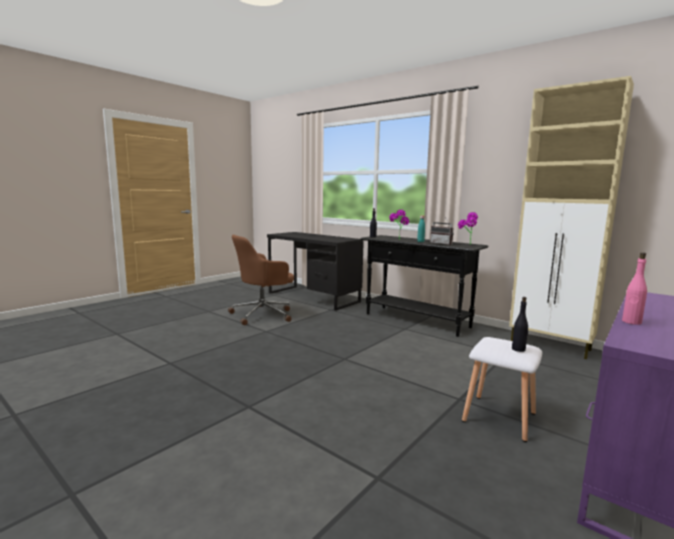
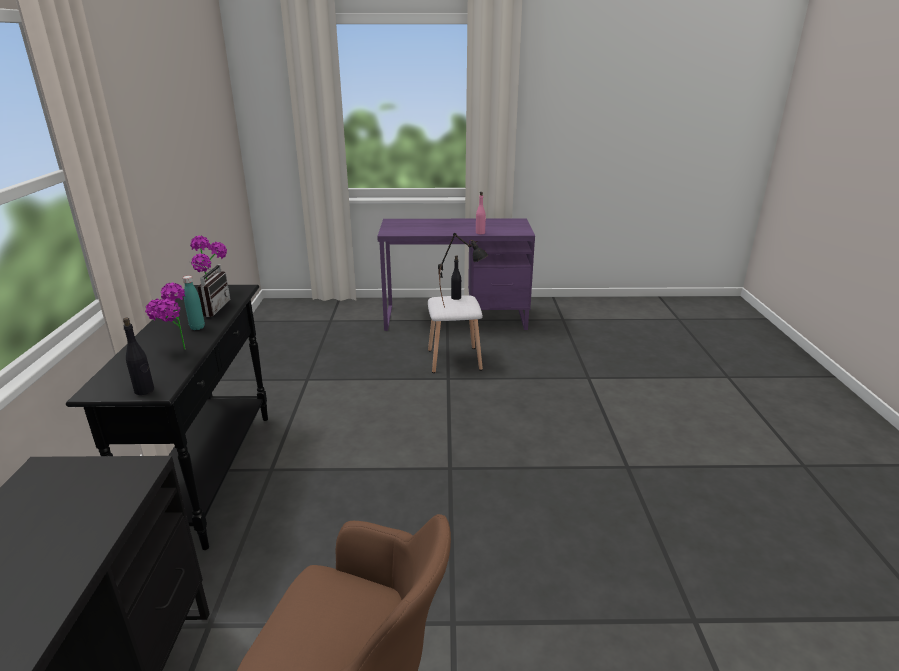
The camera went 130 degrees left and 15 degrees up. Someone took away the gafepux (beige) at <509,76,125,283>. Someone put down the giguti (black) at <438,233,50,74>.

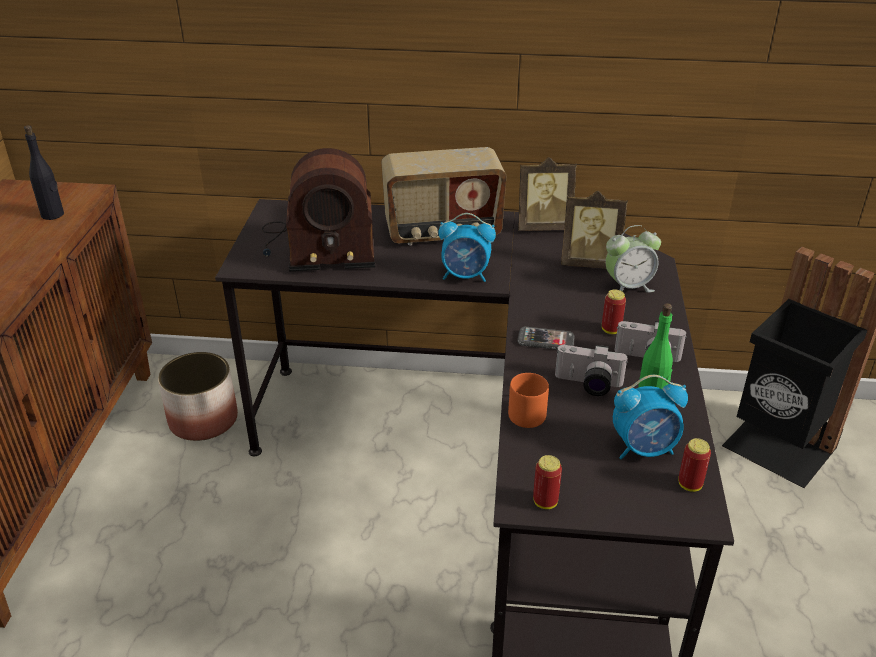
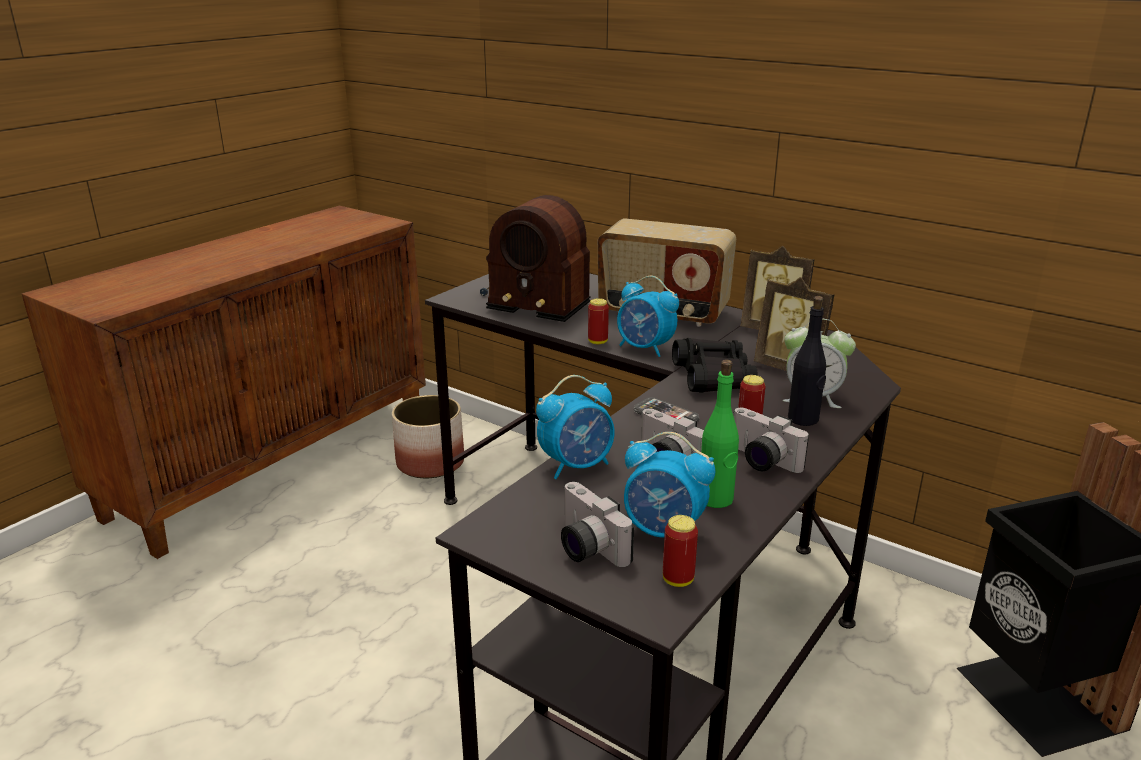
The camera went 30 degrees right and 10 degrees down. Someone put down the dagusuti at <561,482,73,85>. Someone put down the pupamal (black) at <672,338,85,55>. Someone carried the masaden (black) from <24,125,40,95> to <788,296,38,130>. Someone carried the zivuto from <533,455,29,54> to <588,298,21,47>. Someone swapped the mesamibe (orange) at <508,373,41,55> for the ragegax at <536,375,79,104>.

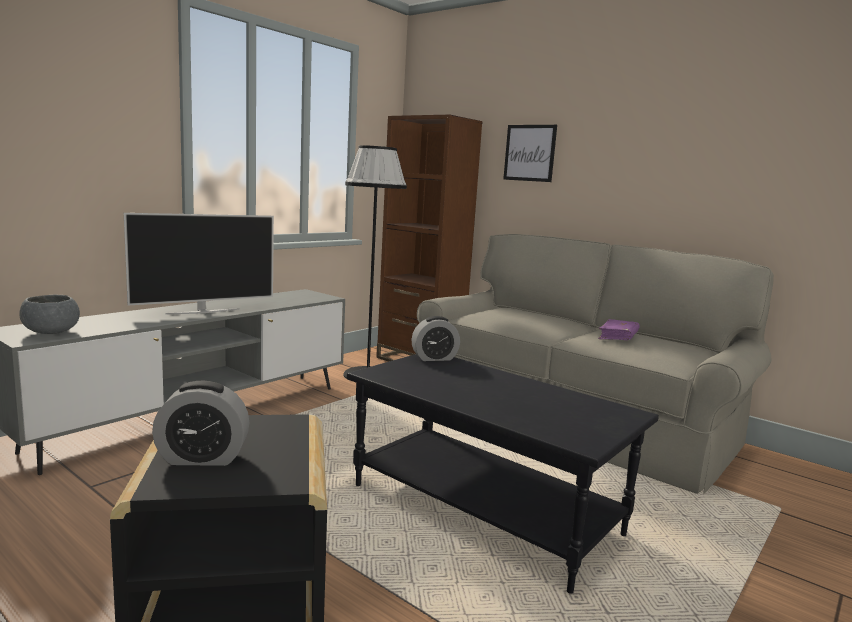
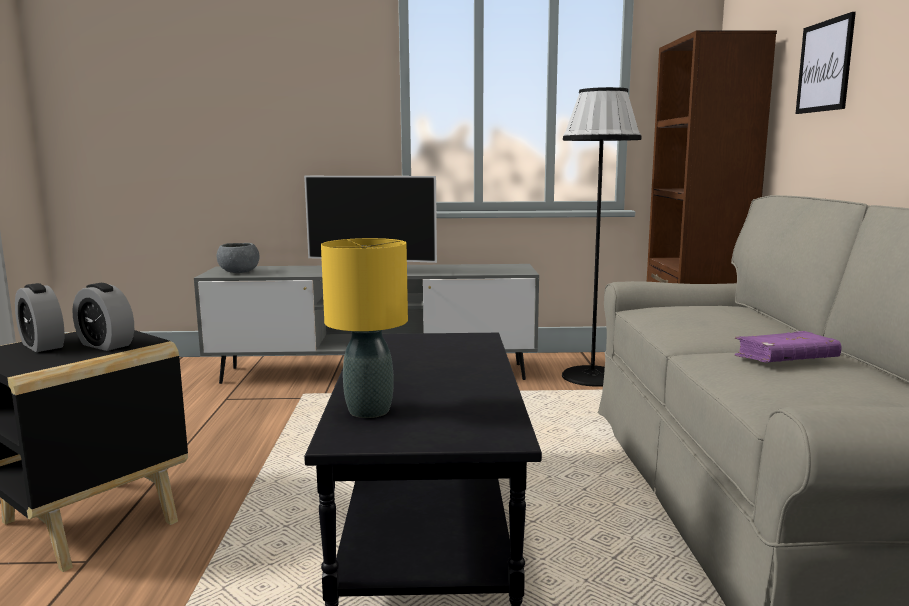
The camera went 50 degrees right and 0 degrees up. Someone put down the giguti (yellow) at <321,238,87,180>. Someone carried the ragegax from <411,316,49,45> to <72,283,62,68>.

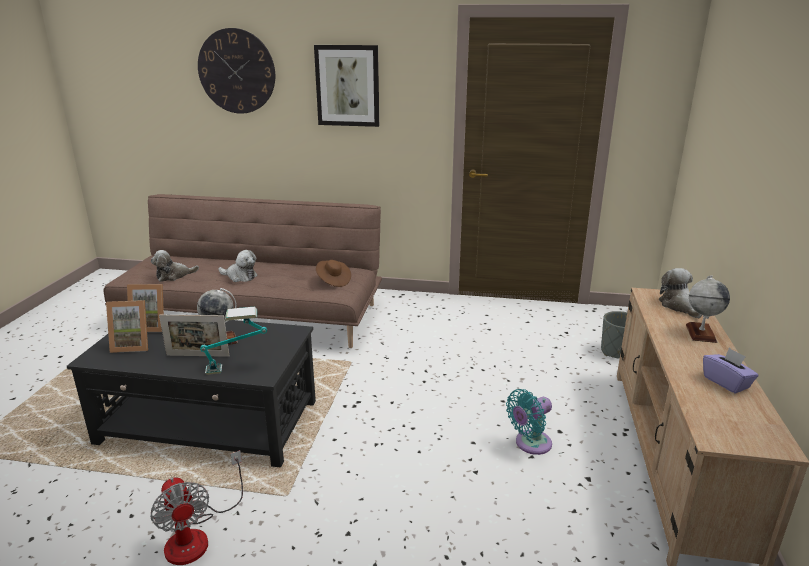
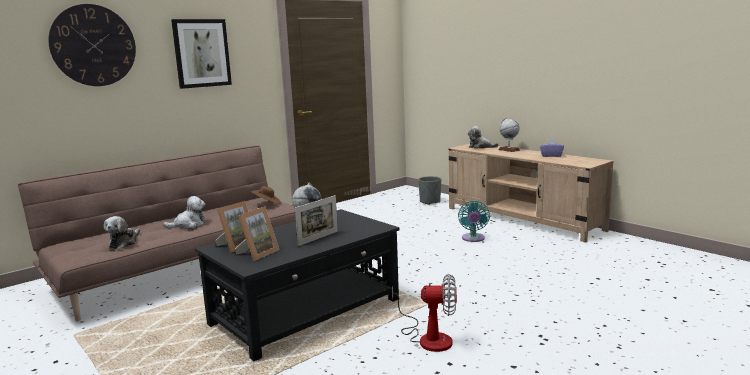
The camera went 50 degrees left and 10 degrees down. Someone took away the giguti at <200,307,67,68>.

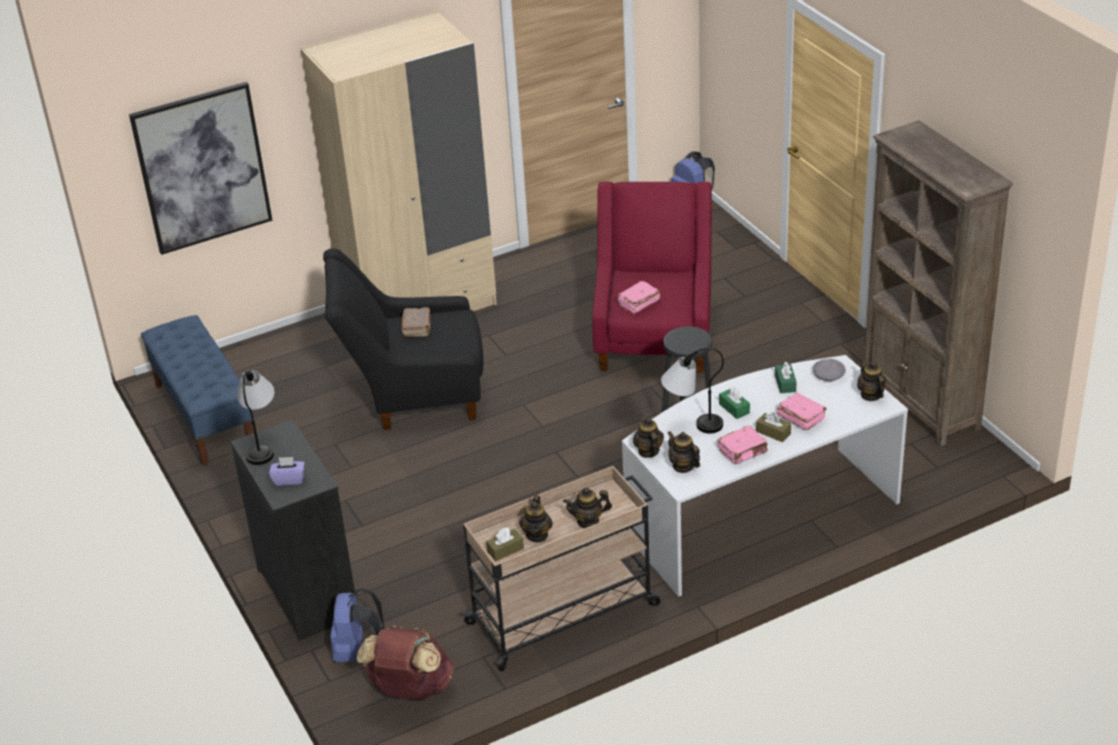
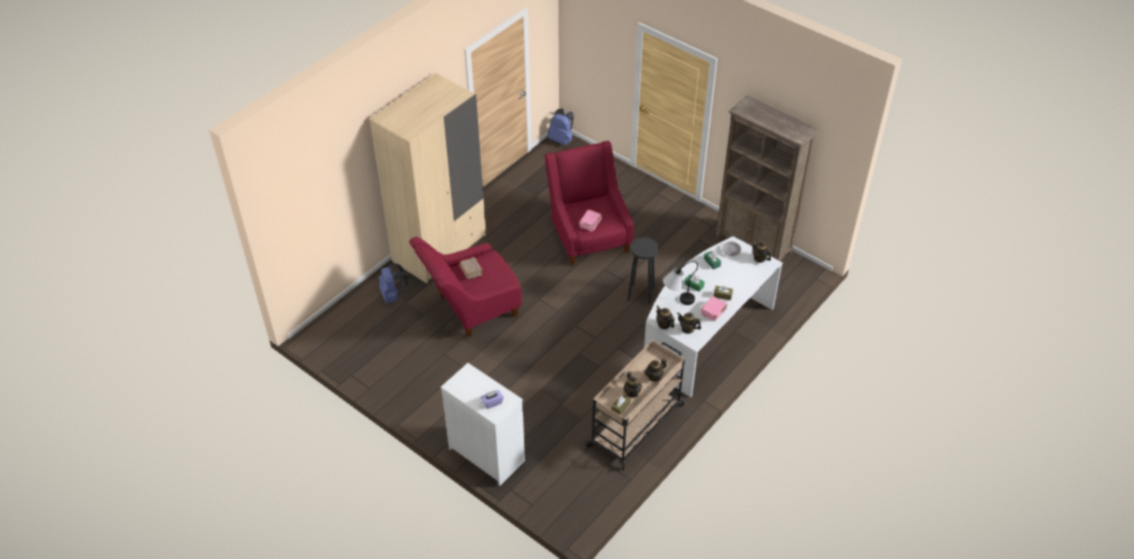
The camera went 25 degrees left and 10 degrees up. Someone took away the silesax at <129,82,143,173>. Someone took away the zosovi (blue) at <141,315,113,151>. Someone took away the giguti at <237,369,37,96>. Someone took away the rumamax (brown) at <357,626,97,74>. Someone took away the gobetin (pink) at <777,393,50,37>. Someone carried the rumamax (blue) from <330,588,54,74> to <379,263,29,40>. Someone repainted the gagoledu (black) at <230,420,126,221>, which became the gagoledu (white) at <441,363,84,123>. Someone repainted the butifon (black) at <323,248,161,182>, which became the butifon (red) at <409,237,113,100>.

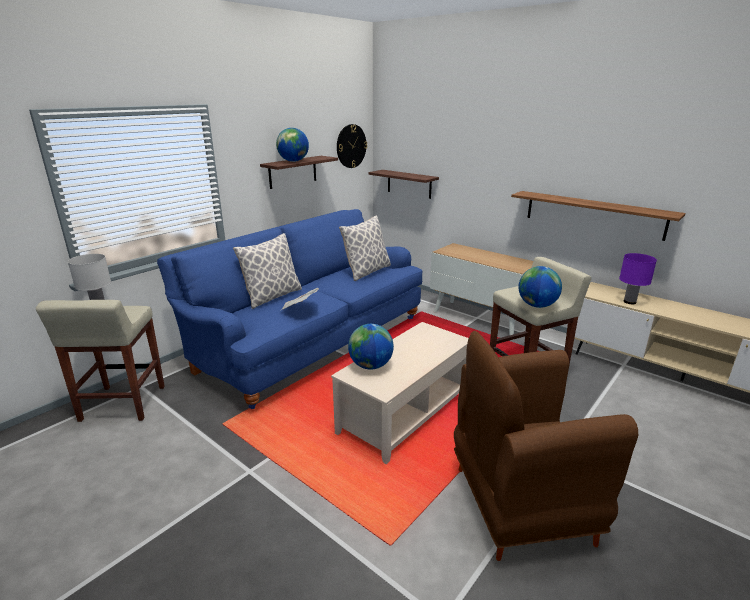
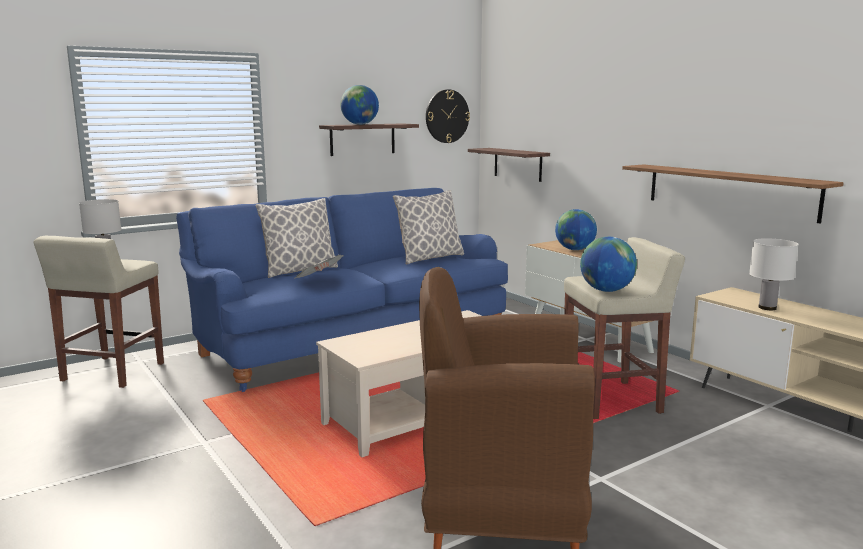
The camera went 15 degrees right and 10 degrees down. Someone carried the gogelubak from <348,324,46,46> to <555,209,42,41>. Someone repainted the giguti (purple) at <619,253,38,51>, which became the giguti (white) at <749,238,50,72>.

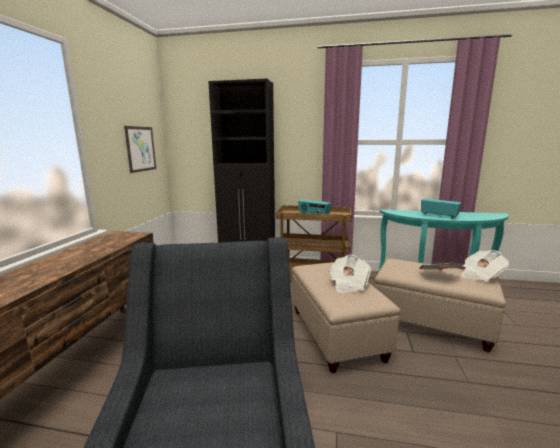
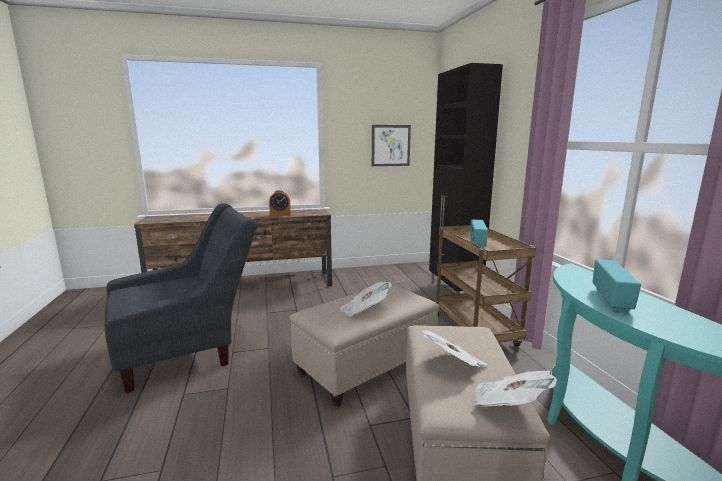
The camera went 65 degrees right and 0 degrees up. Someone put down the ragegax at <269,190,22,26>.

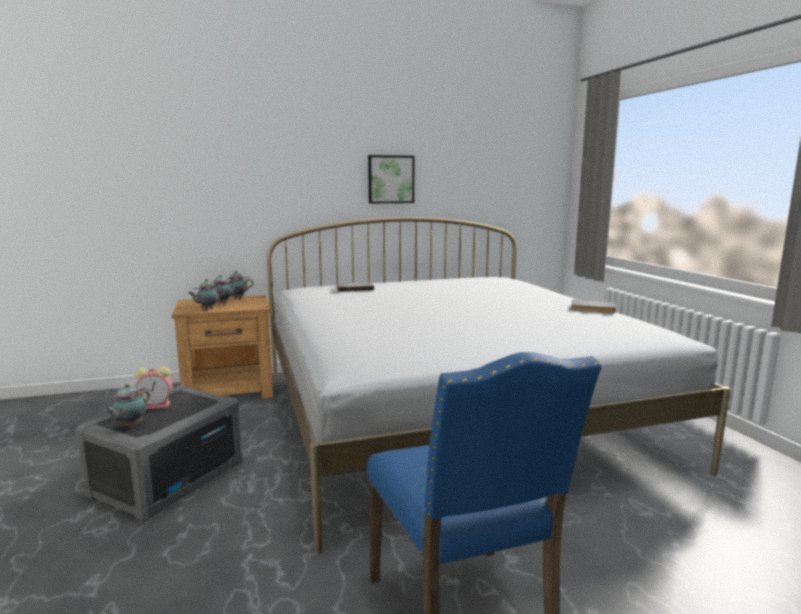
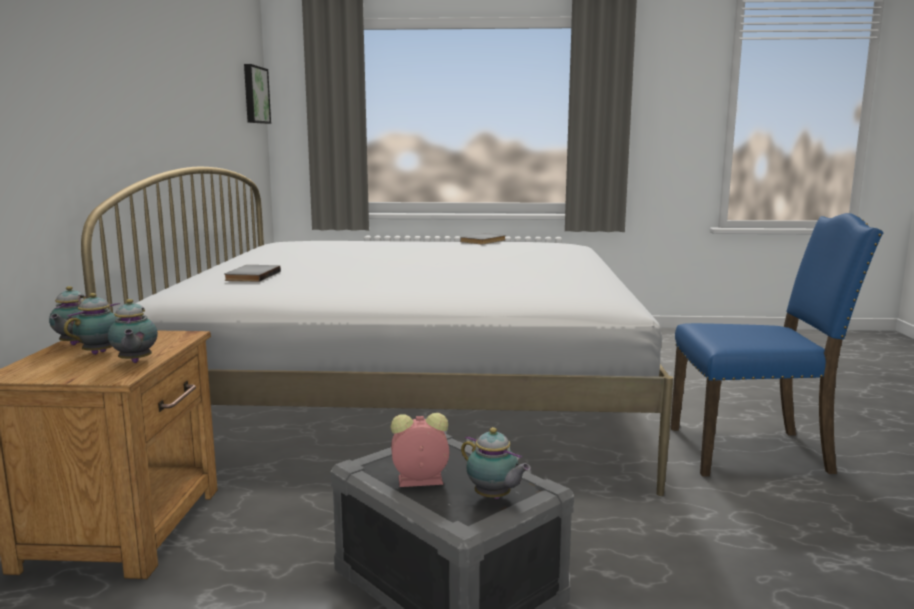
The camera went 70 degrees left and 0 degrees up. Someone carried the silesax from <368,155,47,48> to <244,64,27,60>. Someone rotated the ragegax at <134,366,39,43> by 105 degrees counterclockwise.

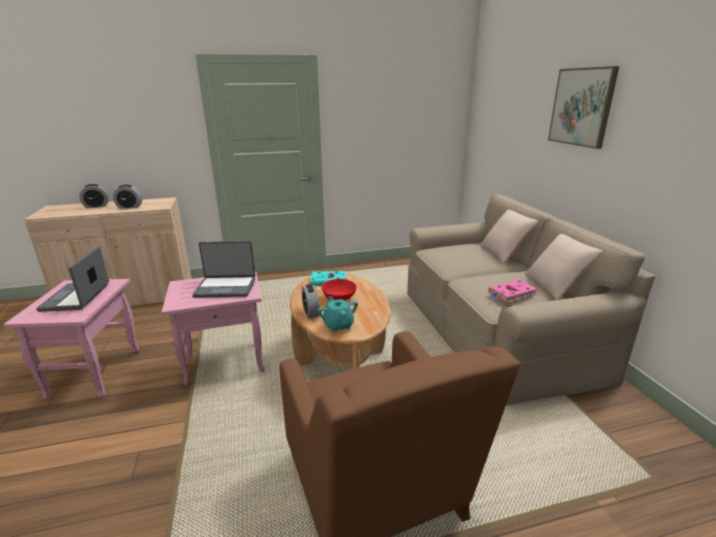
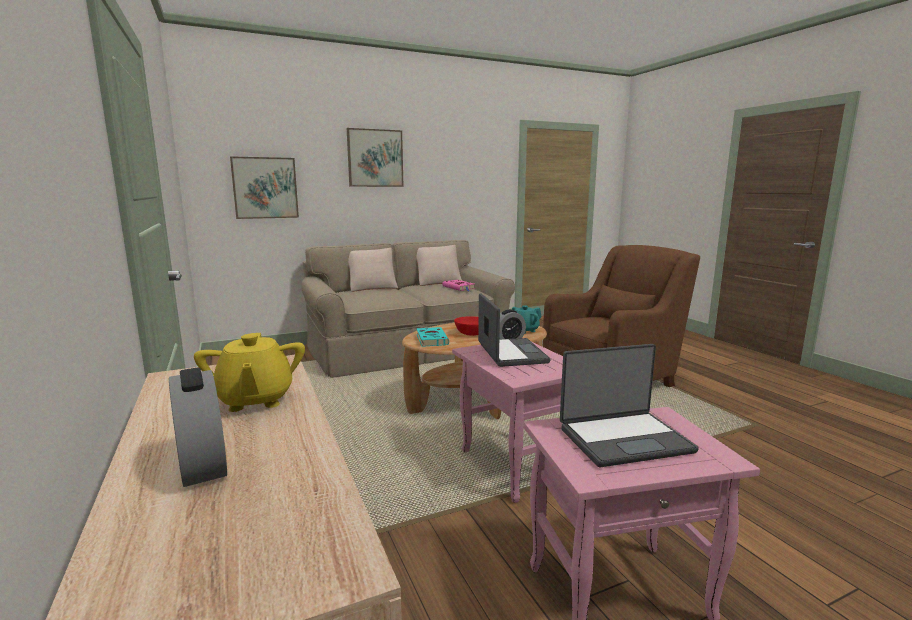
The camera went 100 degrees left and 10 degrees down. Someone put up the silesax at <230,156,69,63>. Someone swapped the ragegax at <113,185,29,24> for the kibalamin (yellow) at <194,333,111,79>.

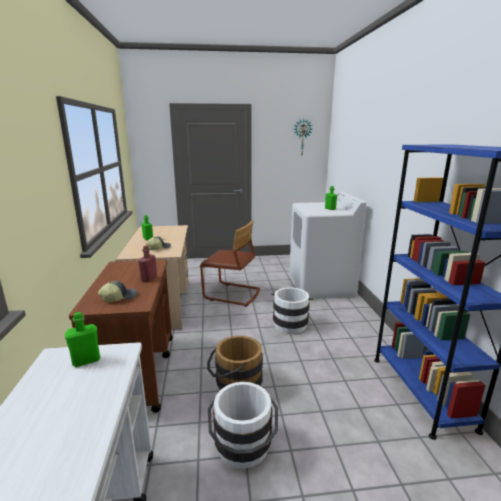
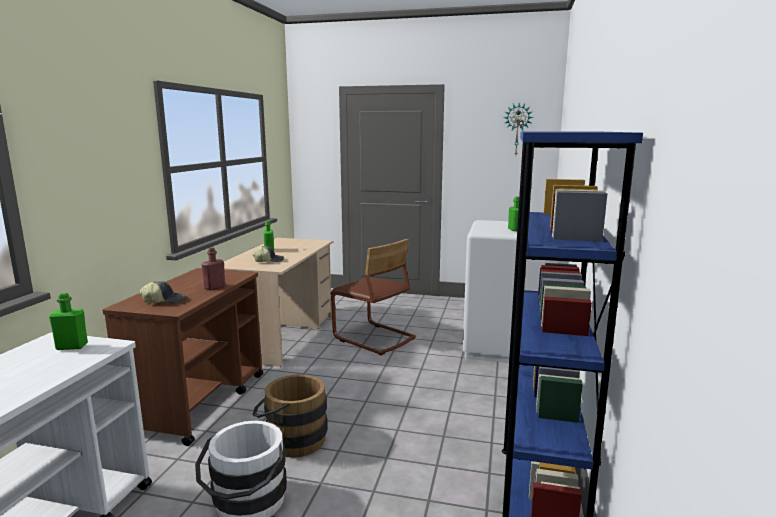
The camera went 20 degrees right and 5 degrees down. Someone took away the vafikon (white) at <271,287,42,47>.

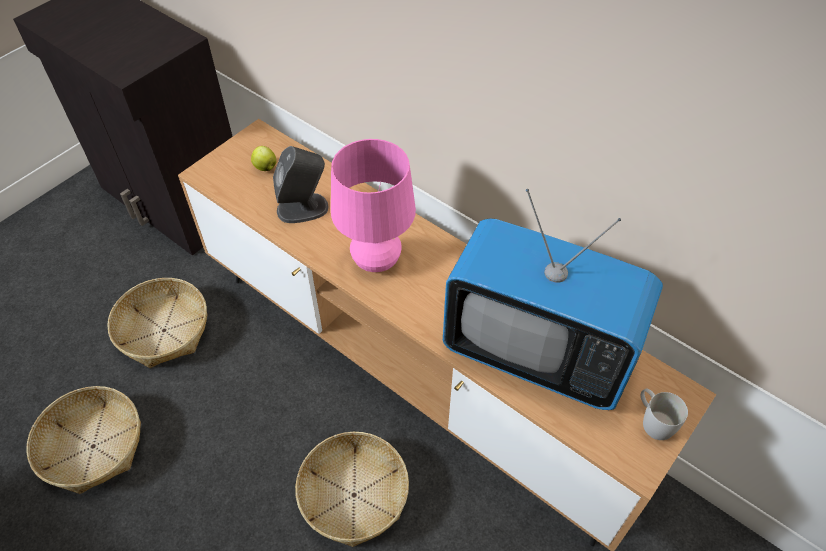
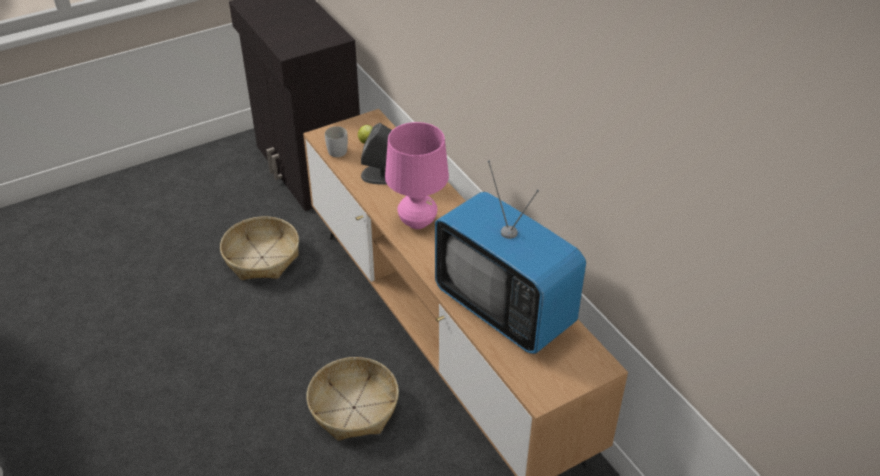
The camera went 20 degrees right and 10 degrees down. Someone took away the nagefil at <26,386,115,108>. Someone carried the mesamibe (white) from <641,389,47,51> to <325,126,23,31>.

